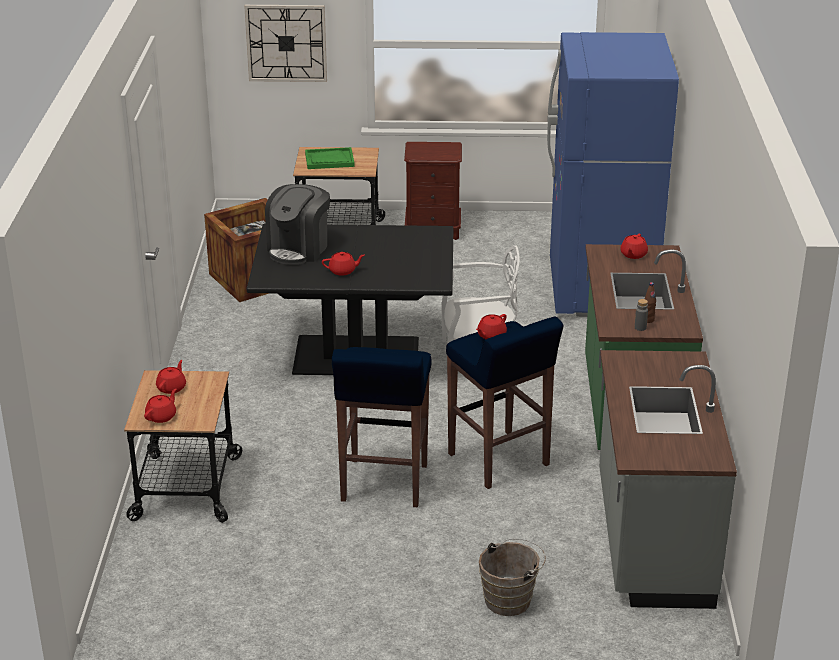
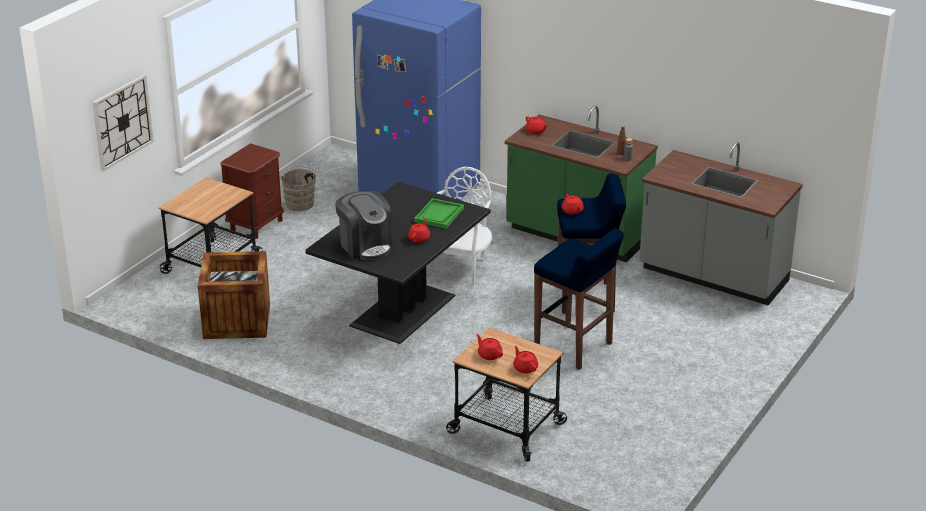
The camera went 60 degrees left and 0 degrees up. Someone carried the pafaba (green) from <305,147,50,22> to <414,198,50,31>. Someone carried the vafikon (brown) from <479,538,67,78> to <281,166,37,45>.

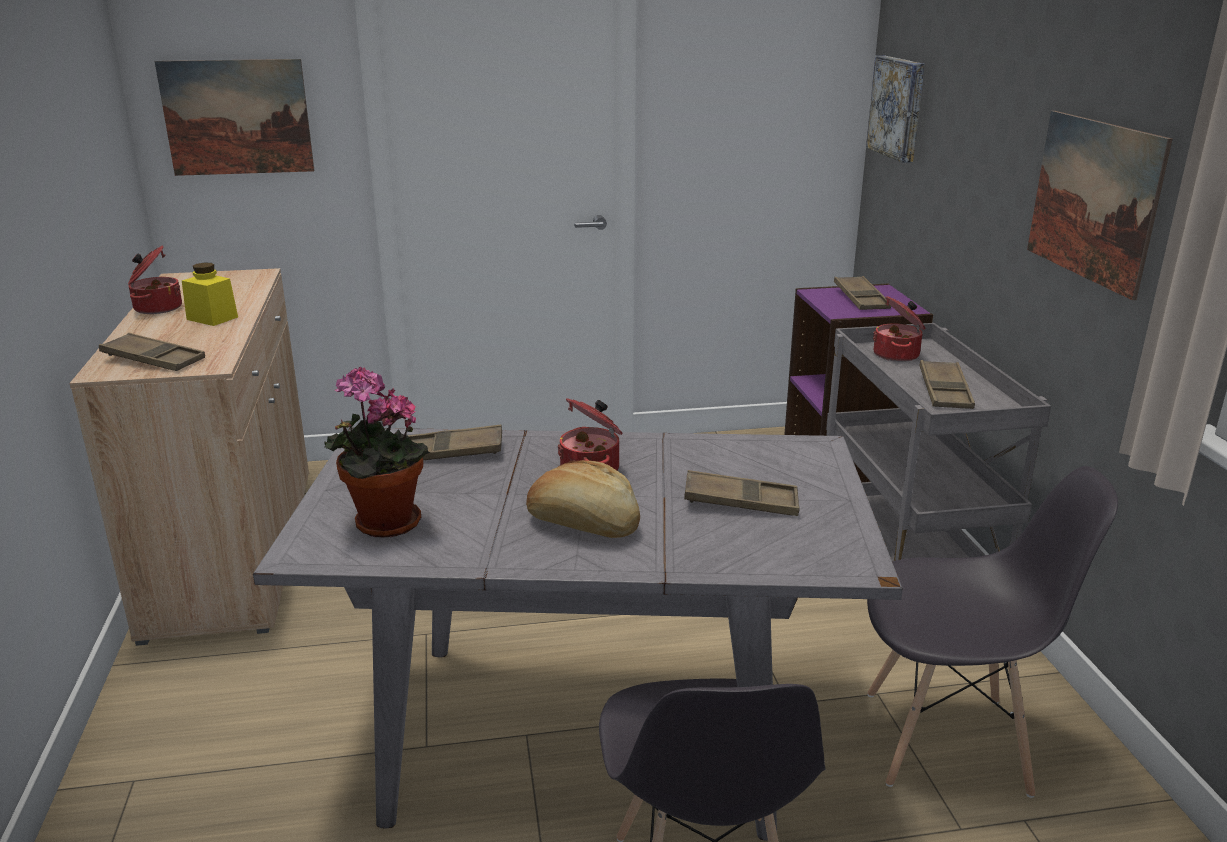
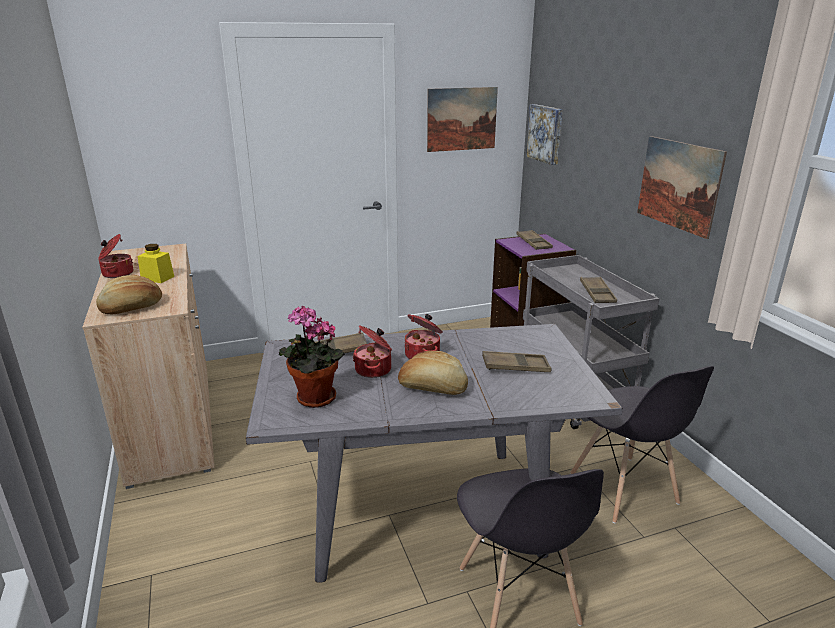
The camera went 10 degrees left and 0 degrees up. Someone carried the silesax from <155,59,159,117> to <427,87,71,65>. Someone carried the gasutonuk from <873,296,53,66> to <353,325,39,53>. Someone swapped the pafaba (brown) at <99,333,106,38> for the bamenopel at <96,275,66,40>. Someone rotated the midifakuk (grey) at <867,466,251,332> by 75 degrees clockwise.

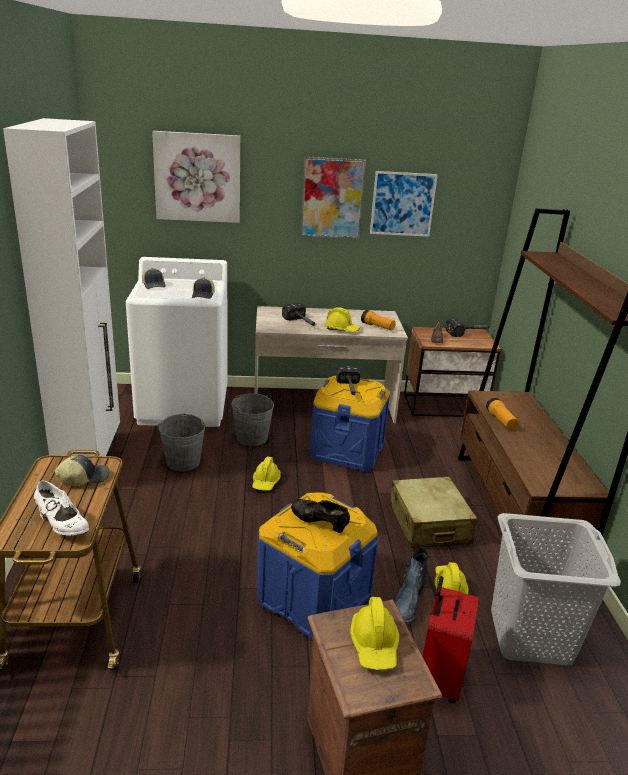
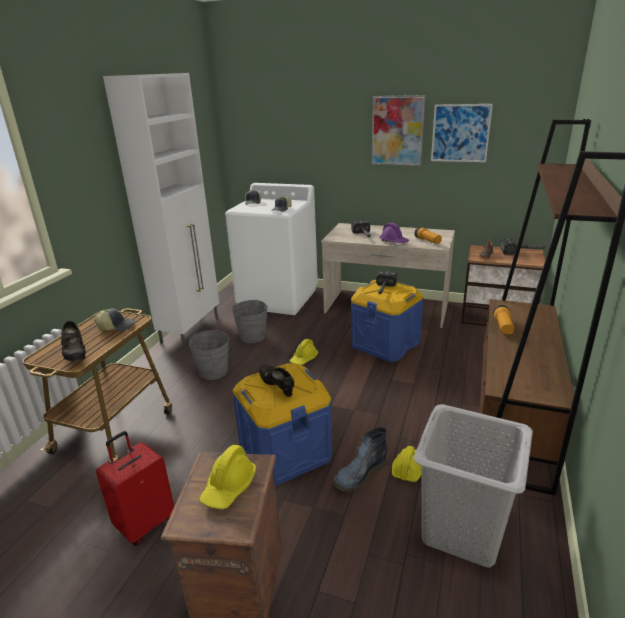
The camera went 25 degrees right and 0 degrees up. Someone took away the silesax at <152,131,88,92>. Someone took away the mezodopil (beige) at <390,476,87,72>. Someone carried the vafikon (grey) from <231,394,43,52> to <188,330,41,50>. Someone carried the mezodopil (red) from <423,576,56,127> to <96,431,78,115>. Someone repainted the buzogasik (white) at <34,481,55,55>, which became the buzogasik (black) at <61,321,25,40>. Someone repainted the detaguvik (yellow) at <324,307,37,25>, which became the detaguvik (purple) at <379,223,30,20>.

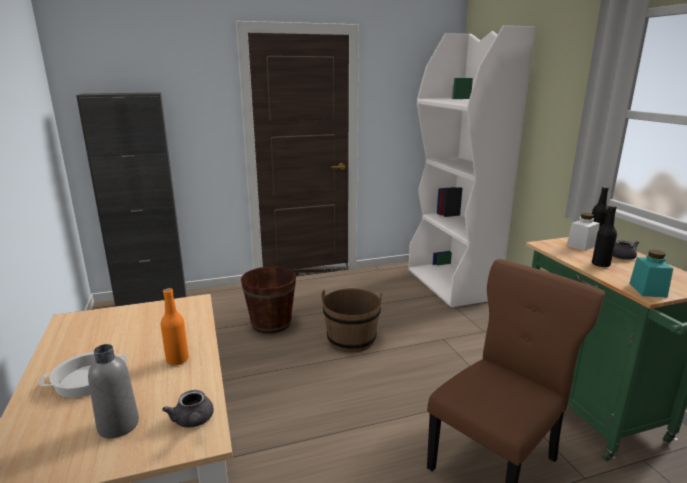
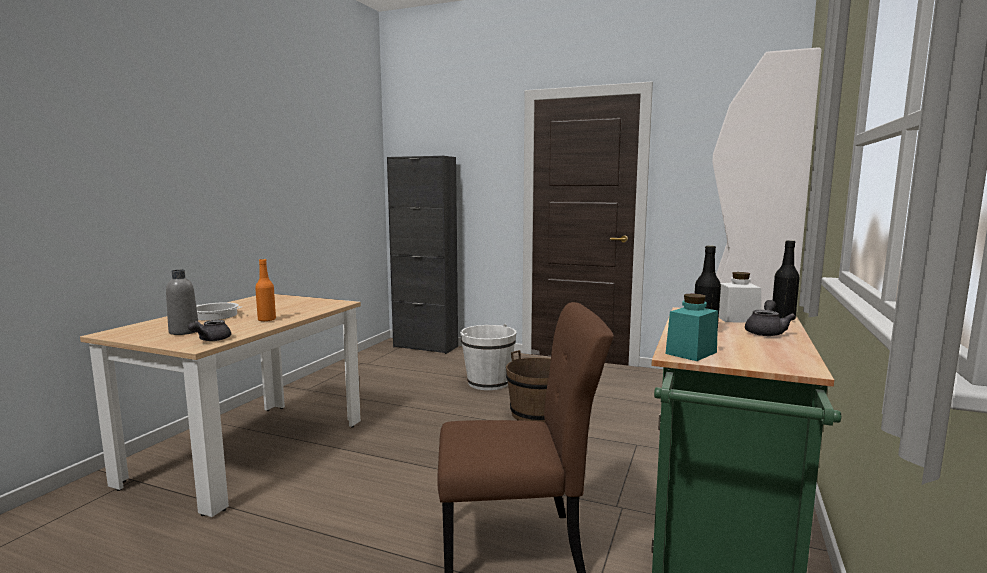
The camera went 40 degrees right and 10 degrees down. Someone repainted the vafikon (brown) at <241,264,55,70>, which became the vafikon (white) at <460,324,56,66>.

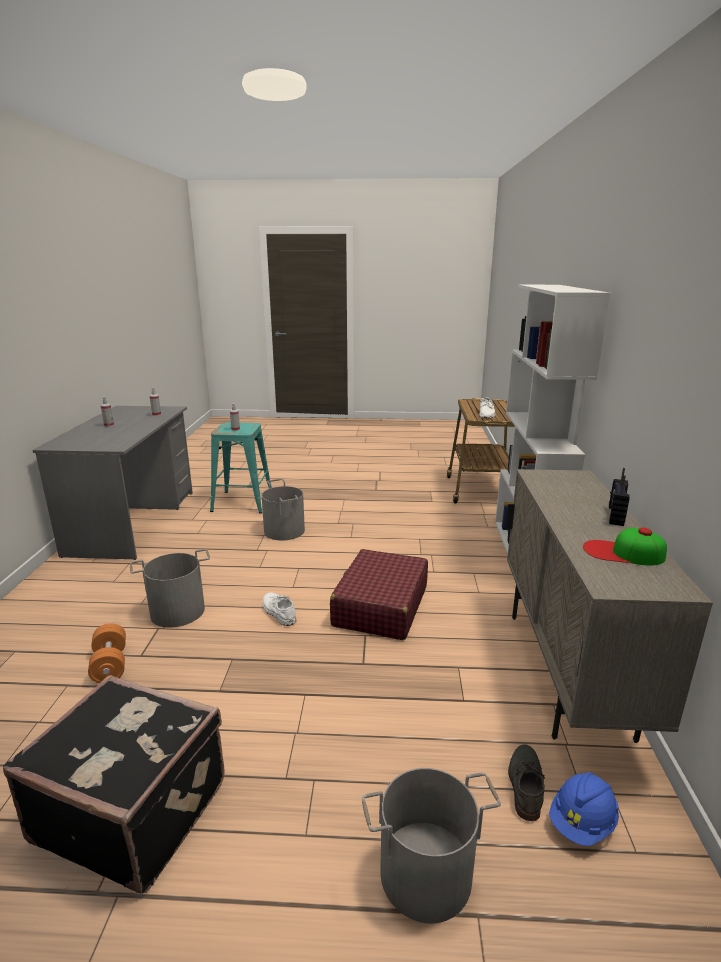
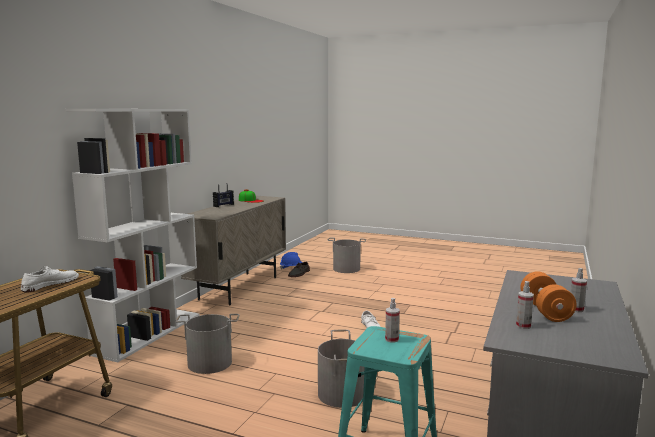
The camera went 160 degrees left and 10 degrees down. Someone took away the mezodopil (black) at <3,675,222,219>. Someone took away the mezodopil (red) at <330,549,98,91>. Someone carried the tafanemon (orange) from <88,623,38,60> to <521,271,55,51>. Someone carried the vafikon (grey) from <130,549,80,79> to <175,314,64,60>.

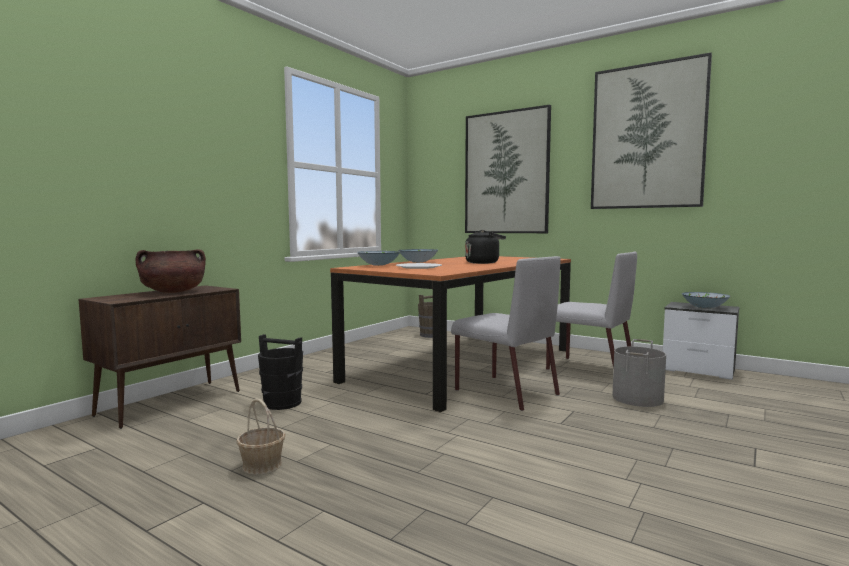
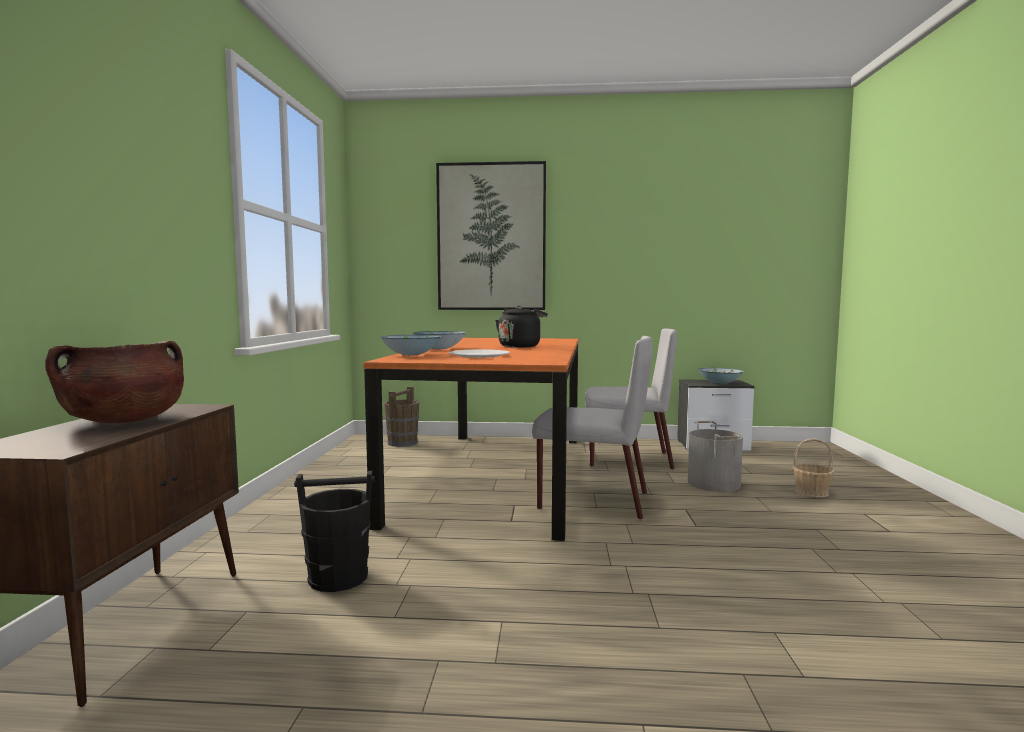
The camera went 30 degrees left and 0 degrees up. Someone took away the silesax at <591,53,121,156>. Someone carried the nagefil from <236,398,50,77> to <793,438,41,59>.

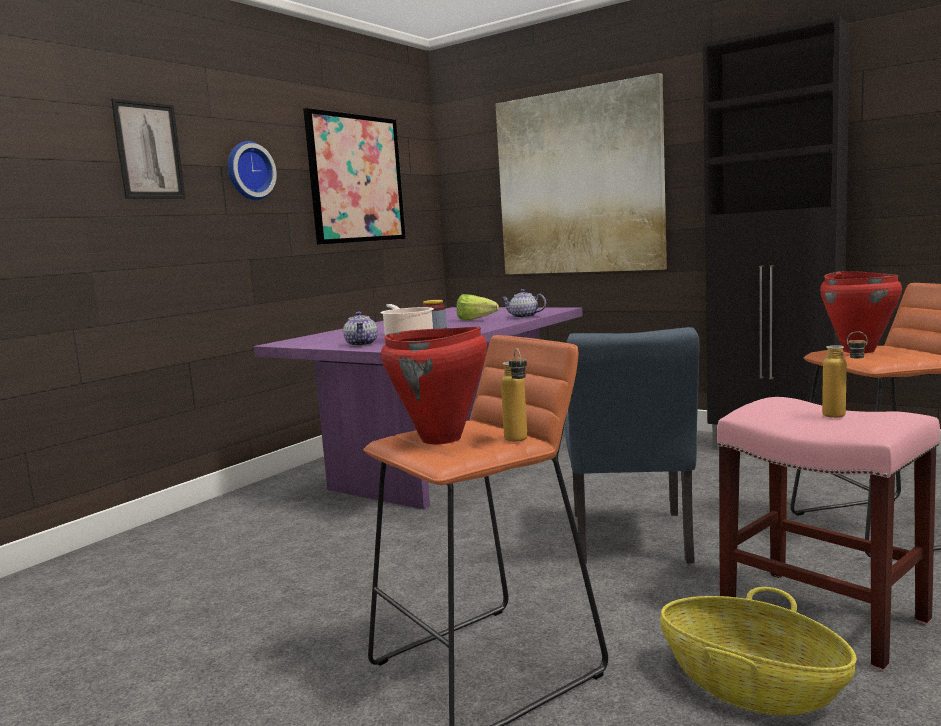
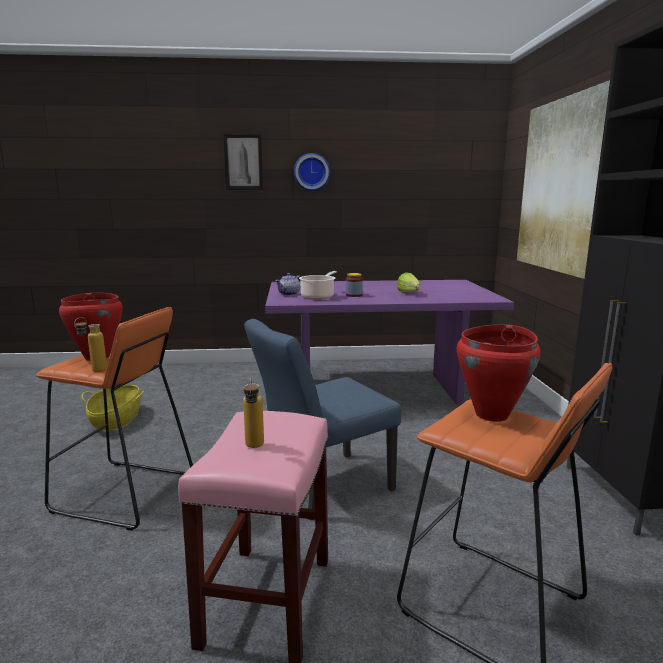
The camera went 50 degrees right and 5 degrees up. Someone took away the silesax at <303,108,103,137>. Someone took away the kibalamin at <501,289,45,29>. Someone carried the nagefil from <660,587,197,129> to <81,385,63,46>.

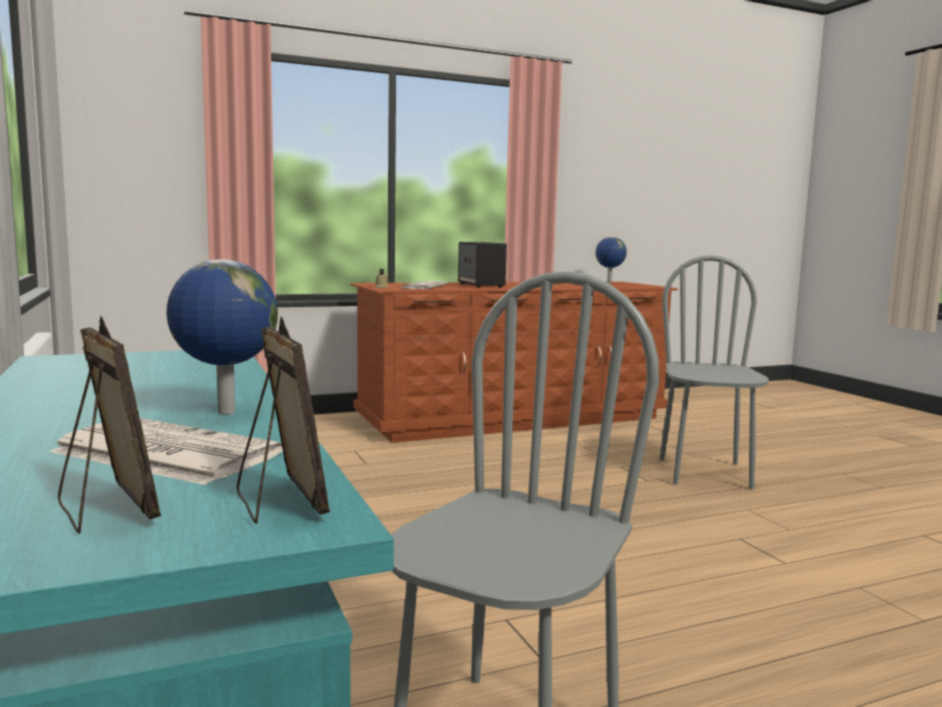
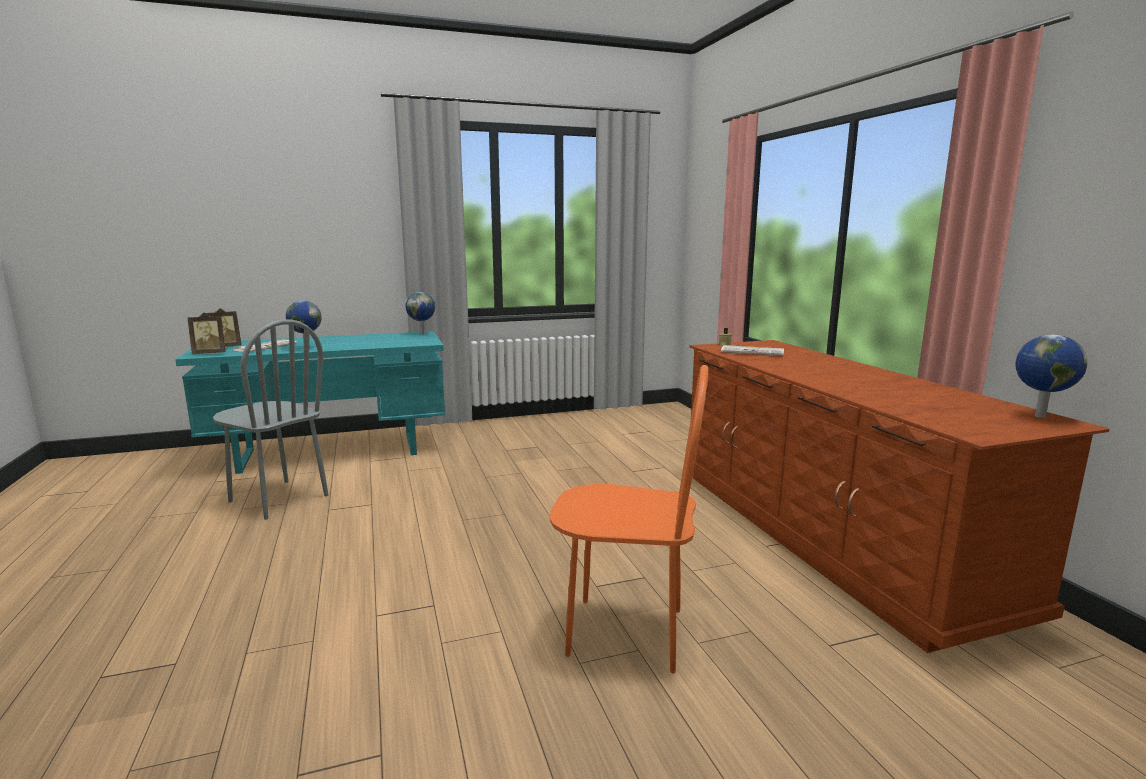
The camera went 95 degrees right and 5 degrees up. Someone took away the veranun at <458,242,49,46>. Someone put down the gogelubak at <406,292,29,43>. Someone repainted the midifakuk (grey) at <660,255,109,234>, which became the midifakuk (orange) at <549,365,160,308>.

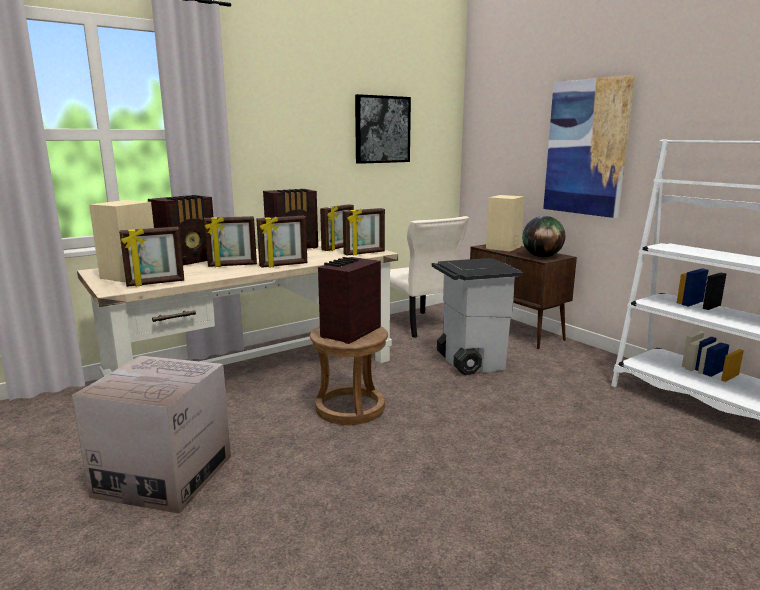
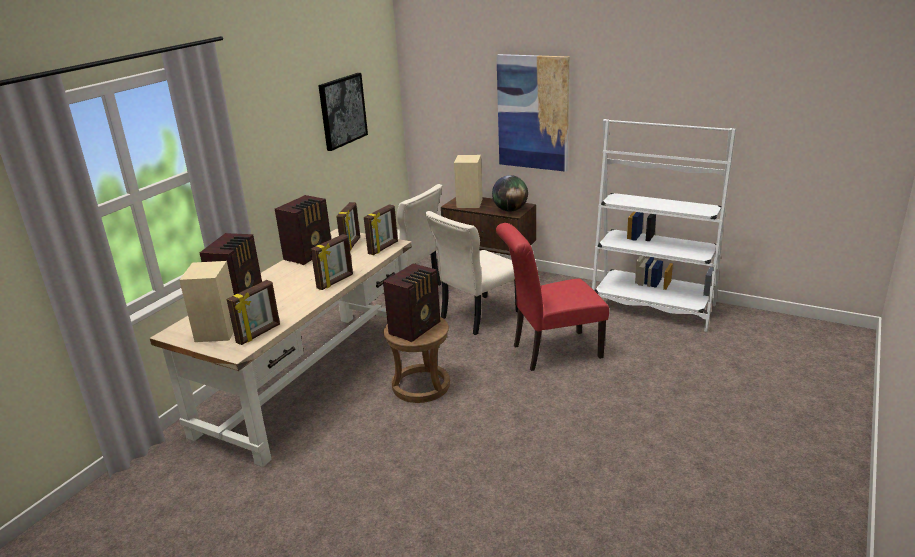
The camera went 25 degrees left and 10 degrees up. Someone took away the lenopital at <72,356,159,158>. Someone took away the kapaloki at <204,216,53,51>. Someone put down the midifakuk (red) at <496,223,113,148>. Someone swapped the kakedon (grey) at <432,258,91,117> for the midifakuk (beige) at <425,211,93,124>. Someone rotated the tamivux at <318,257,63,87> by 150 degrees counterclockwise.

